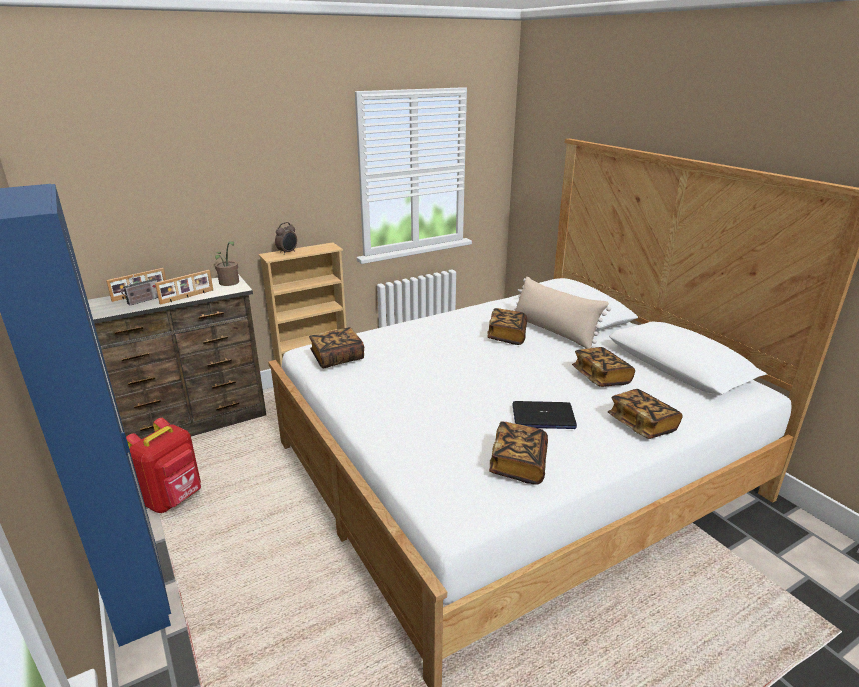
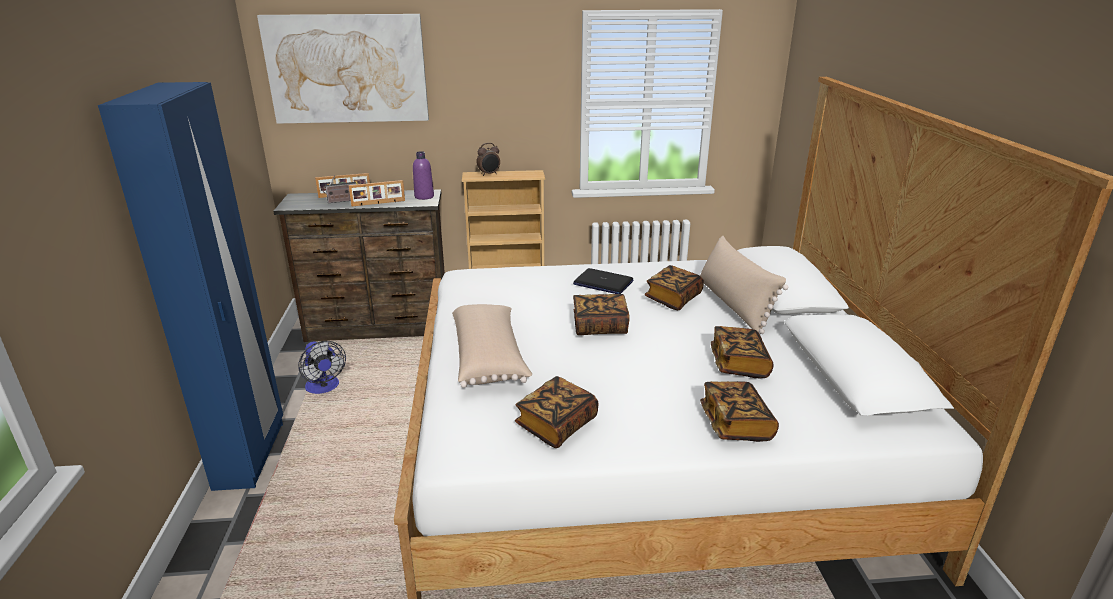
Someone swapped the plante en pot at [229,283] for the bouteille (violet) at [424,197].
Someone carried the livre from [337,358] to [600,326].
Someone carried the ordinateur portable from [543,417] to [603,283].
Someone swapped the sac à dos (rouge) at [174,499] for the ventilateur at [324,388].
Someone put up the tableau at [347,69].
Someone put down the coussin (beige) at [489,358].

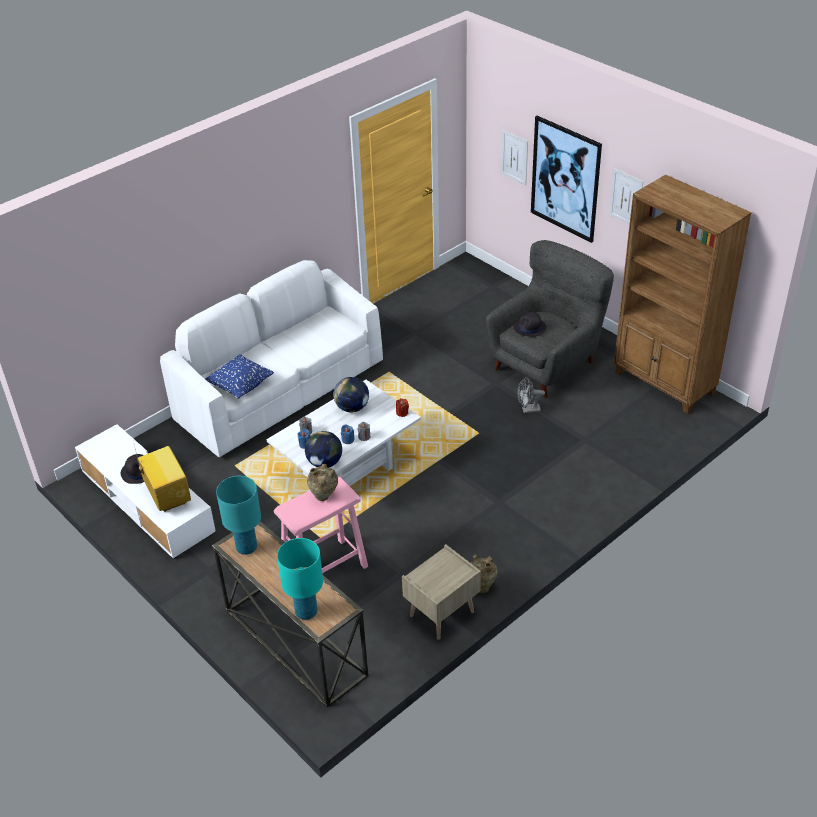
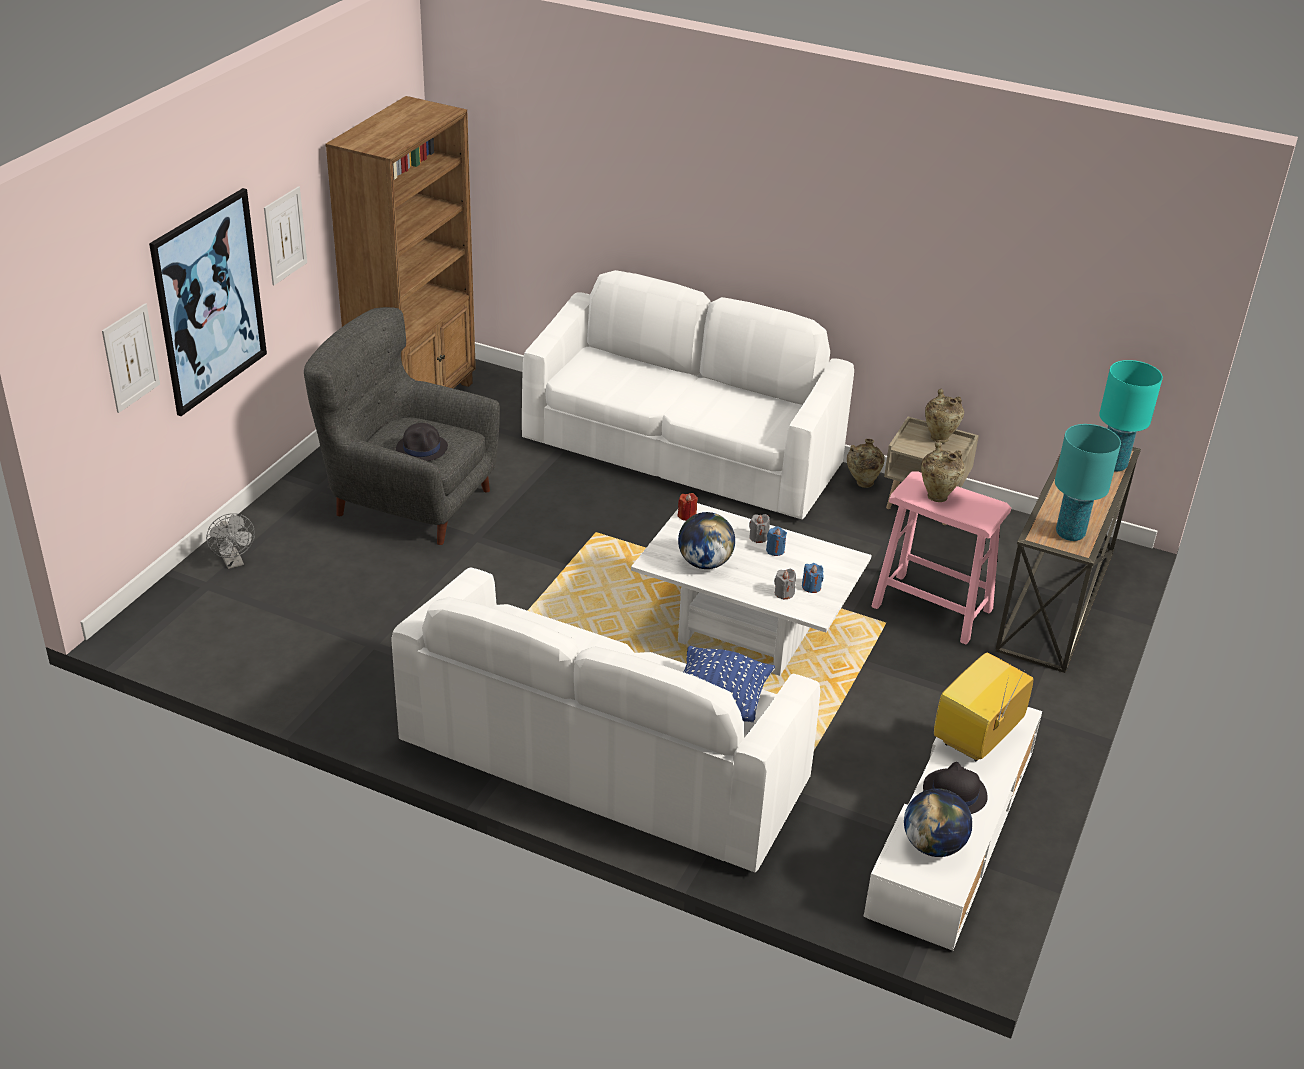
Someone carried the ventilateur (gris) from [528,410] to [234,562].
Someone carried the globe from [325,463] to [933,845].
Someone put down the canapé (blanc) at [681,454].
Someone put down the vase (beige) at [939,437].

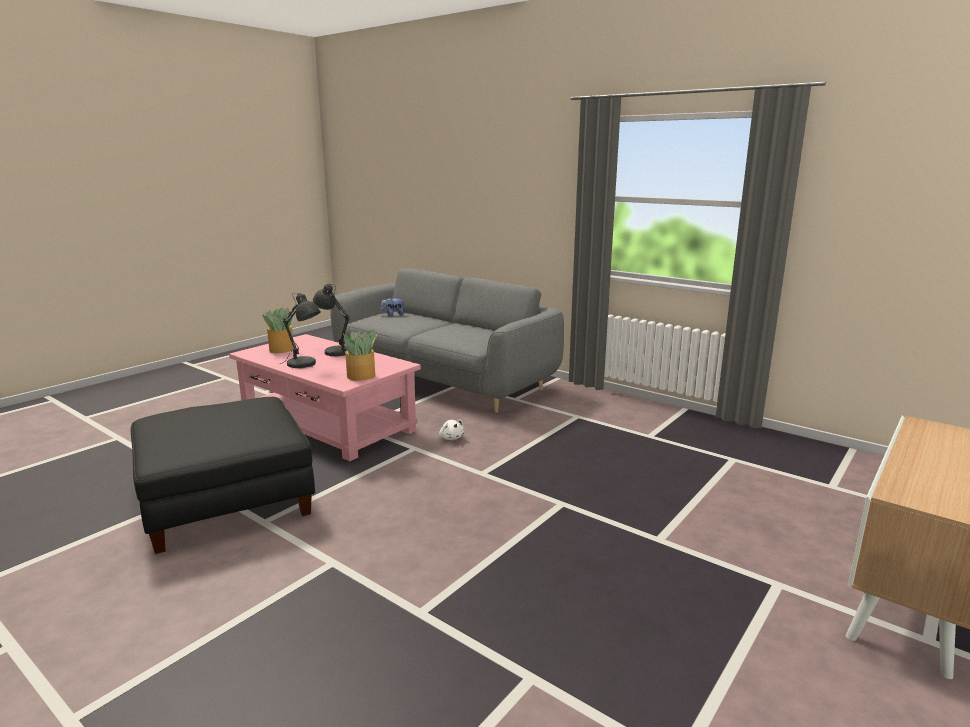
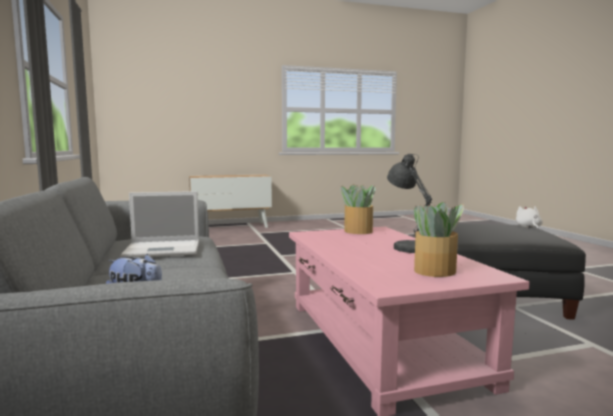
Someone took away the lampe de table (gris) at [336,351].
Someone carried the peluche (blanc) from [451,438] to [528,227].
Someone put down the ordinateur portable at [164,249].

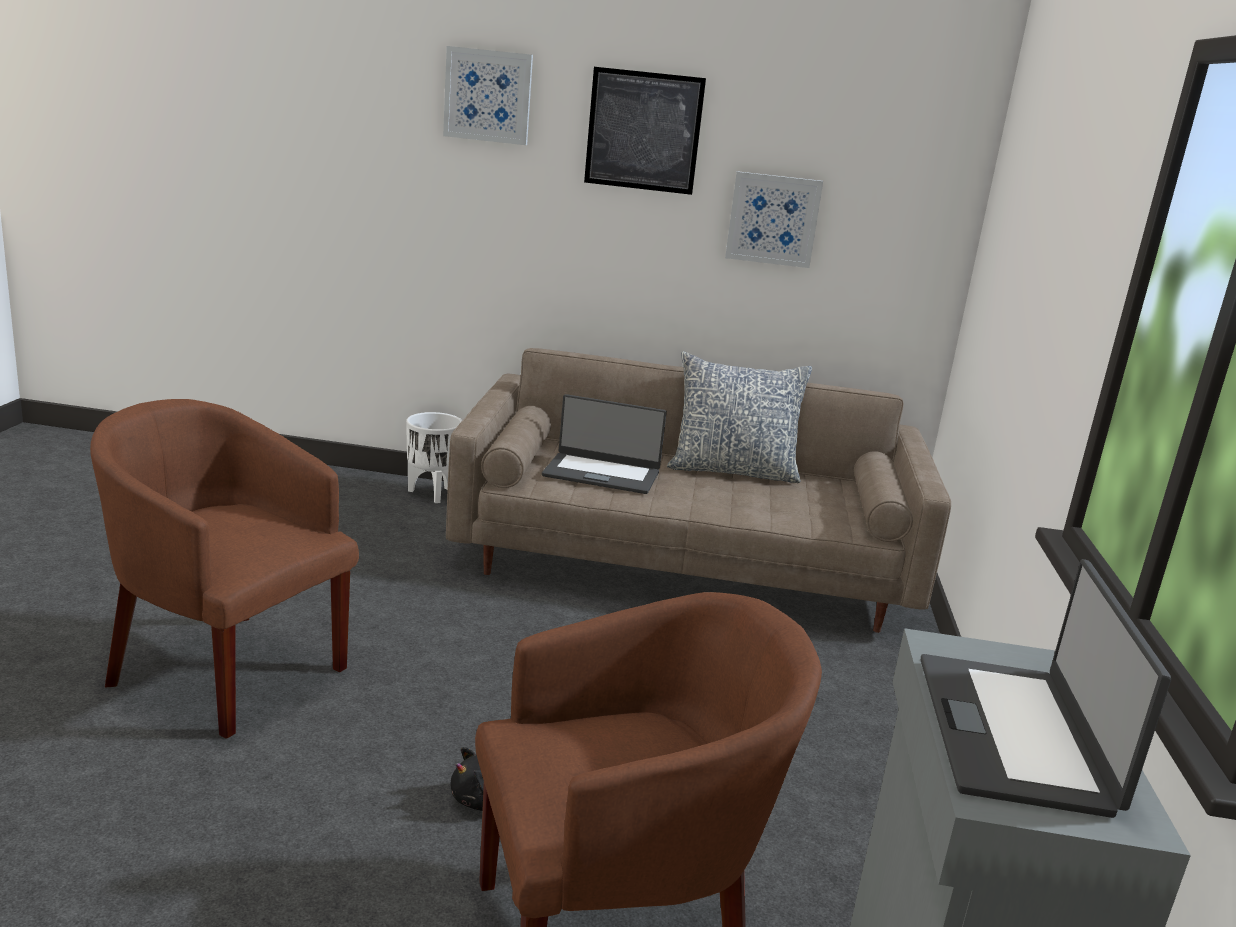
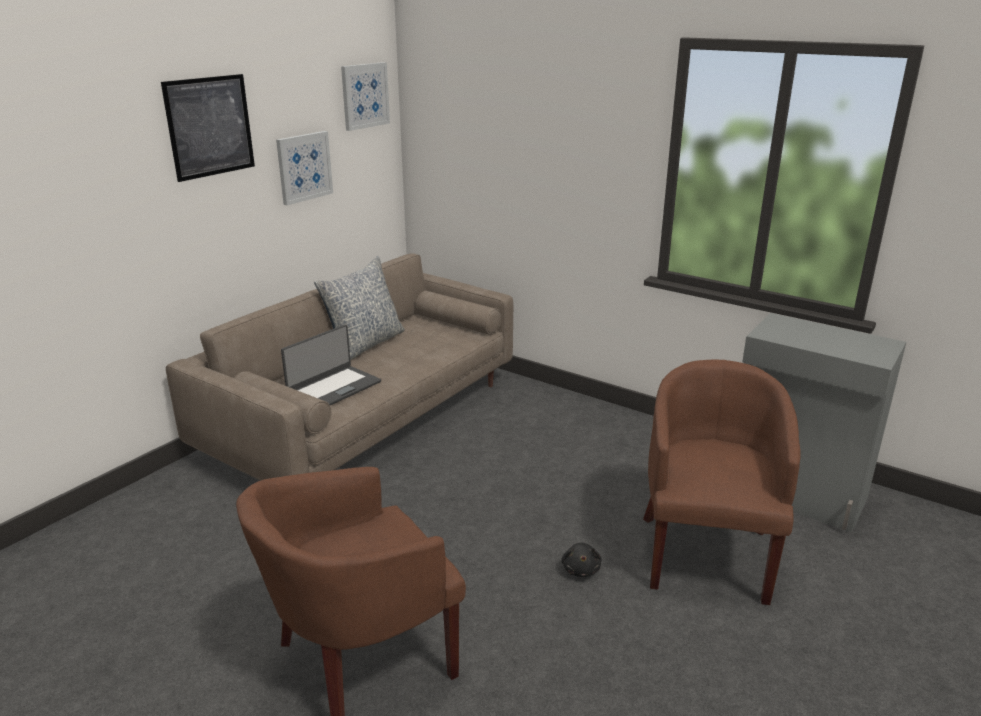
Someone carried the tableau from [488,96] to [364,95].
Someone took away the cache-pot (blanc) at [432,493].
Someone took away the ordinateur portable at [1015,733].

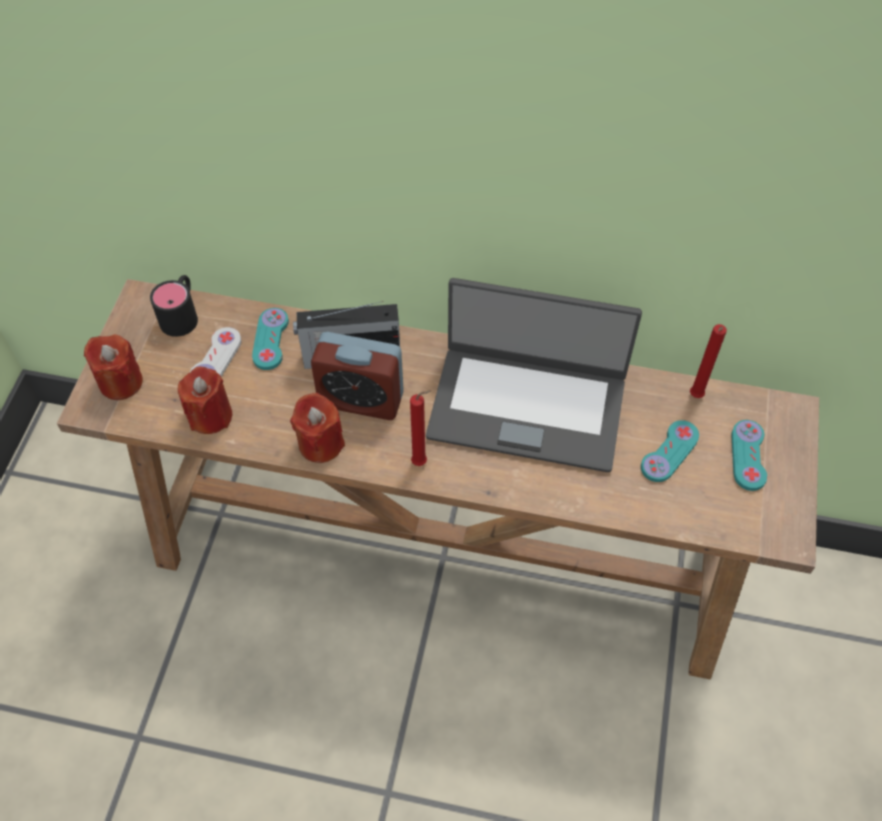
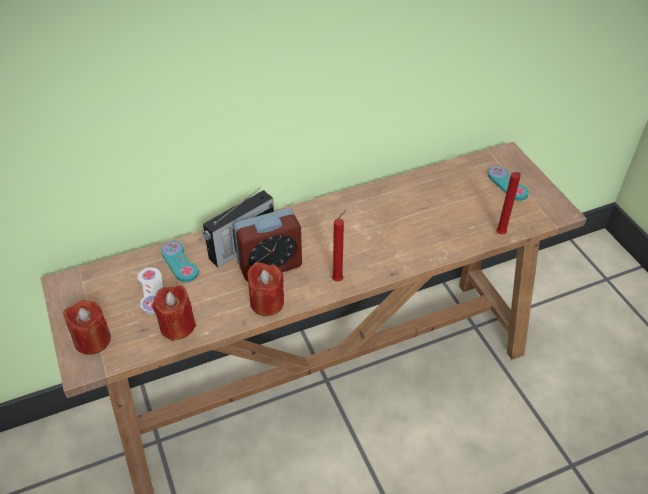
Someone took away the mug (noir) at [182,314].
Someone took away the ordinateur portable at [527,406].
Someone carried the bougie (rouge) from [695,397] to [501,235].
Someone took away the manette (turquoise) at [669,452].

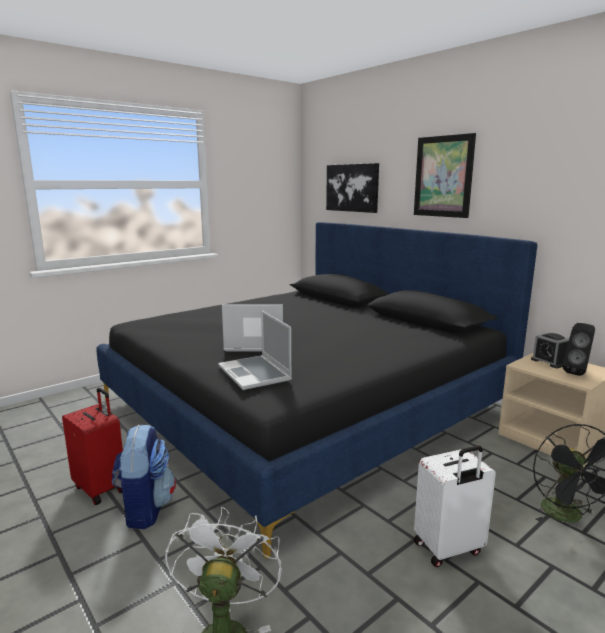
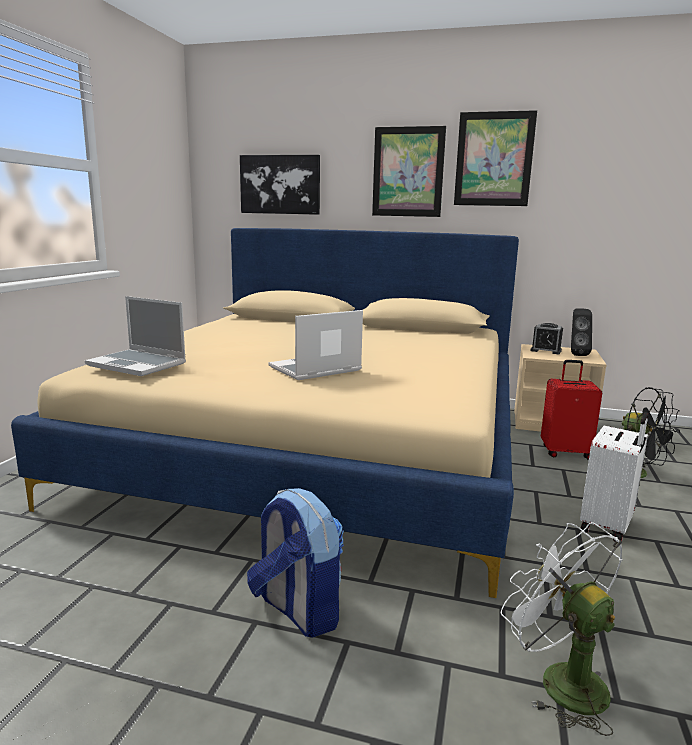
Someone repainted the lit (noir) at [305,406], which became the lit (beige) at [319,448].
Someone carried the ordinateur portable from [255,374] to [138,364].
Someone carried the valise (rouge) from [101,488] to [565,452].
Someone put up the tableau at [494,159].

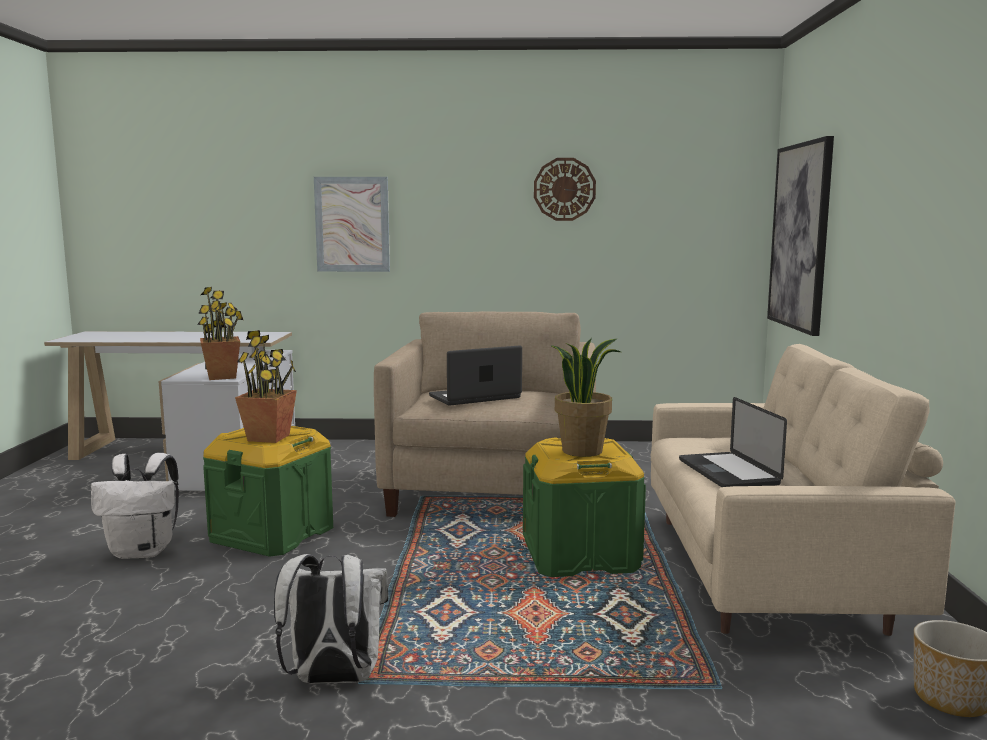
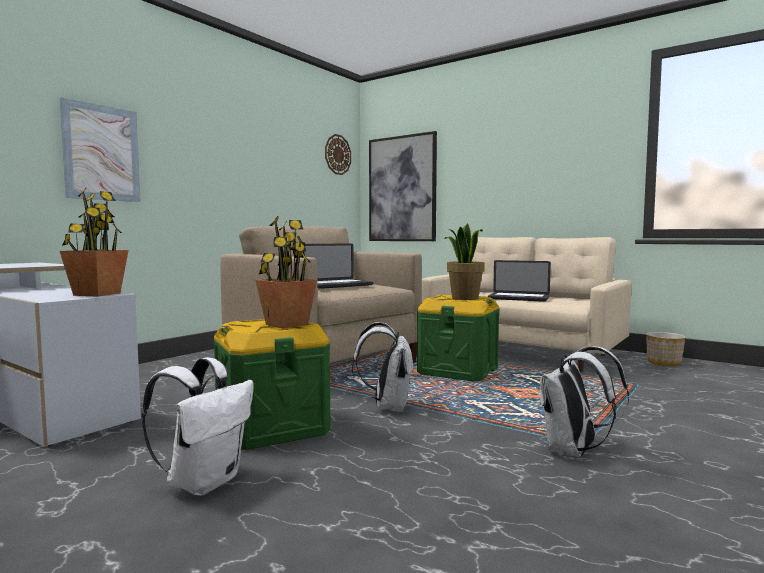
Someone carried the horloge murale from [564,189] to [337,154].
Someone rotated the ordinateur portable at [475,397] by 135 degrees counterclockwise.
Someone put down the sac à dos (blanc) at [387,407].

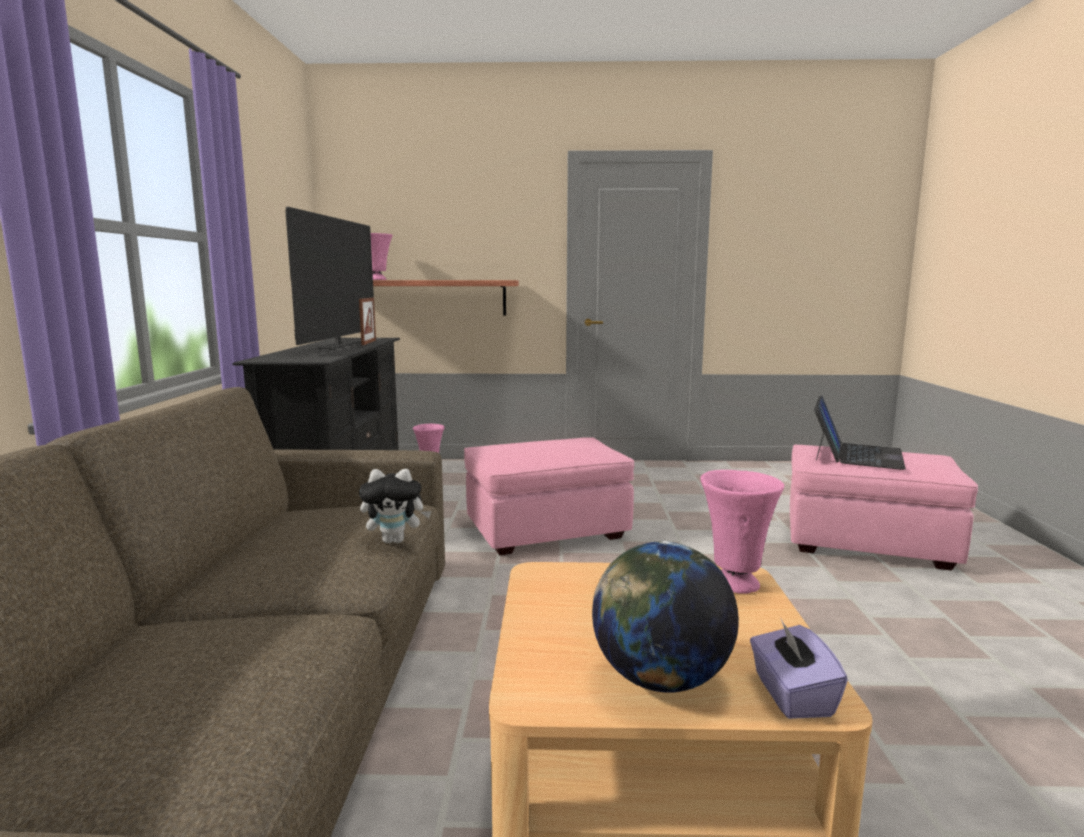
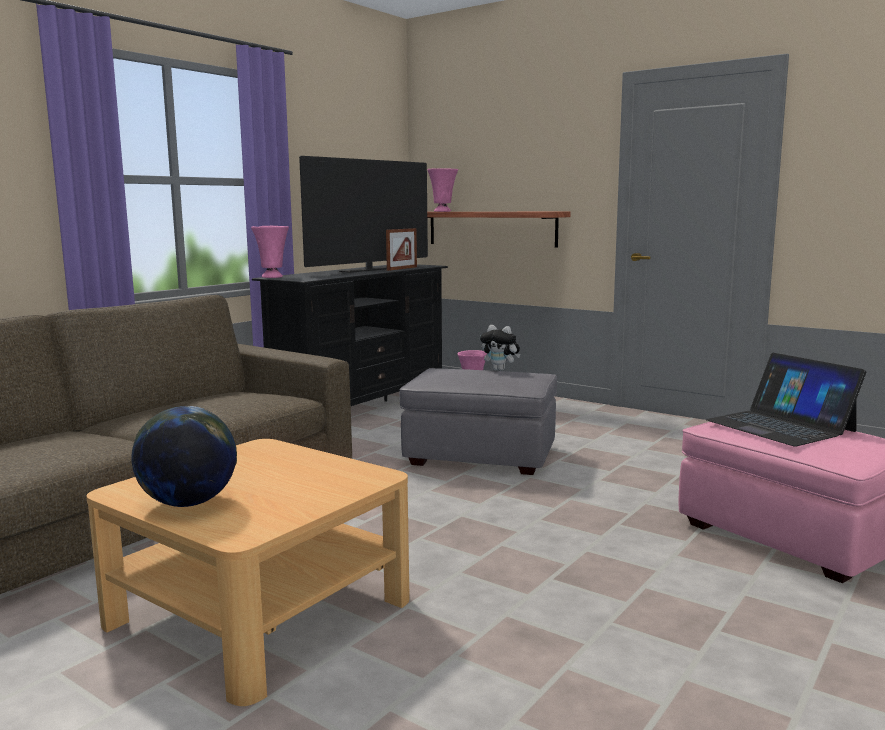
Someone rotated the ordinateur portable at [856,454] by 90 degrees clockwise.
Someone repainted the pouf (rose) at [546,530], which became the pouf (gris) at [480,456].
Someone carried the peluche from [395,540] to [500,370].
Someone carried the vase (rose) from [734,583] to [272,277].
Someone took away the boîte à mouchoirs (violet) at [791,695].

